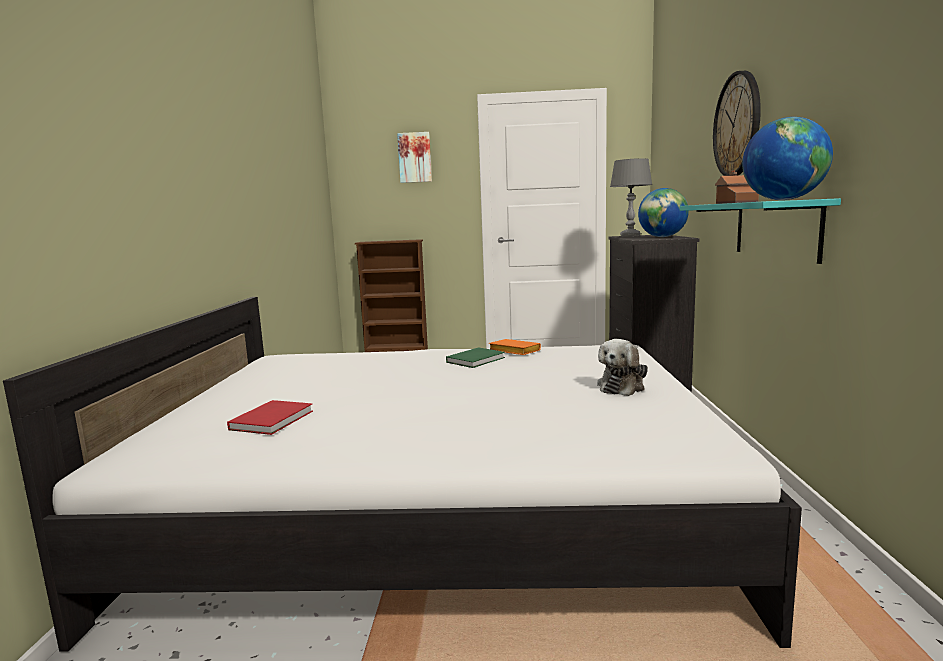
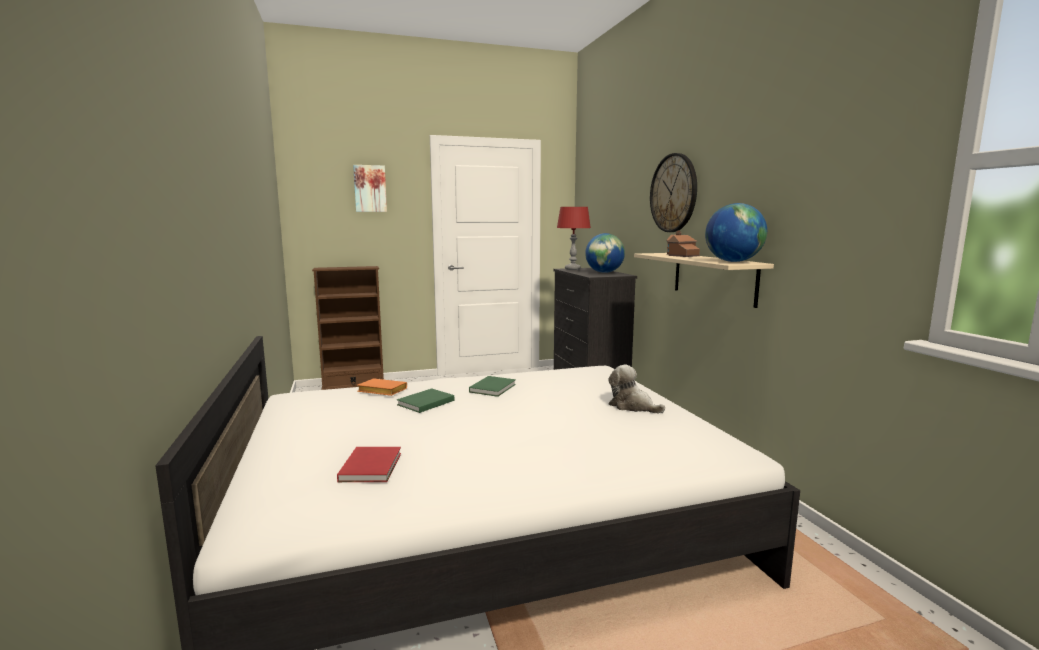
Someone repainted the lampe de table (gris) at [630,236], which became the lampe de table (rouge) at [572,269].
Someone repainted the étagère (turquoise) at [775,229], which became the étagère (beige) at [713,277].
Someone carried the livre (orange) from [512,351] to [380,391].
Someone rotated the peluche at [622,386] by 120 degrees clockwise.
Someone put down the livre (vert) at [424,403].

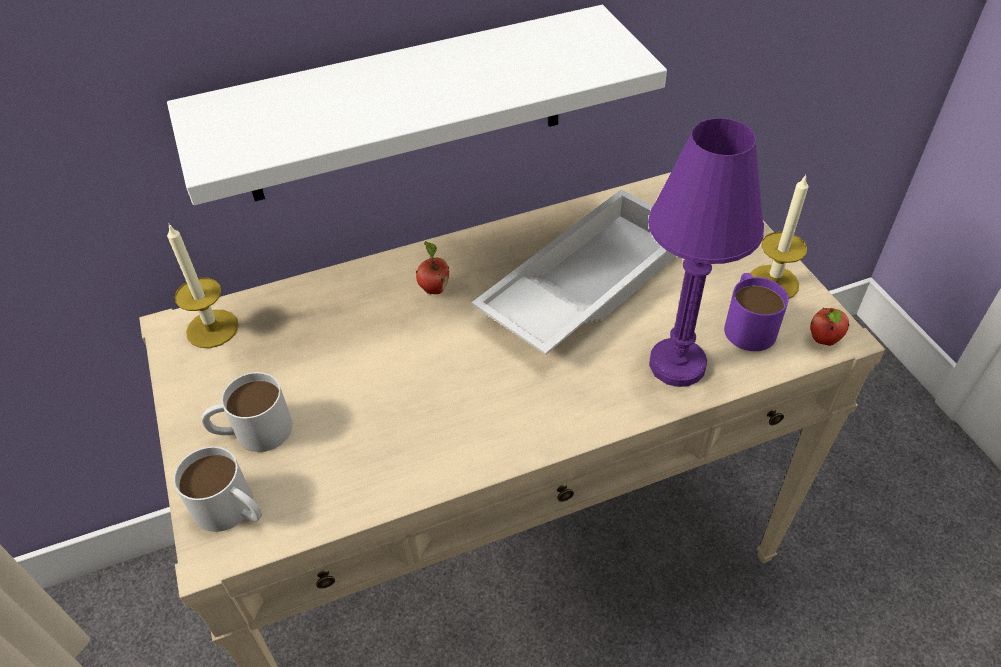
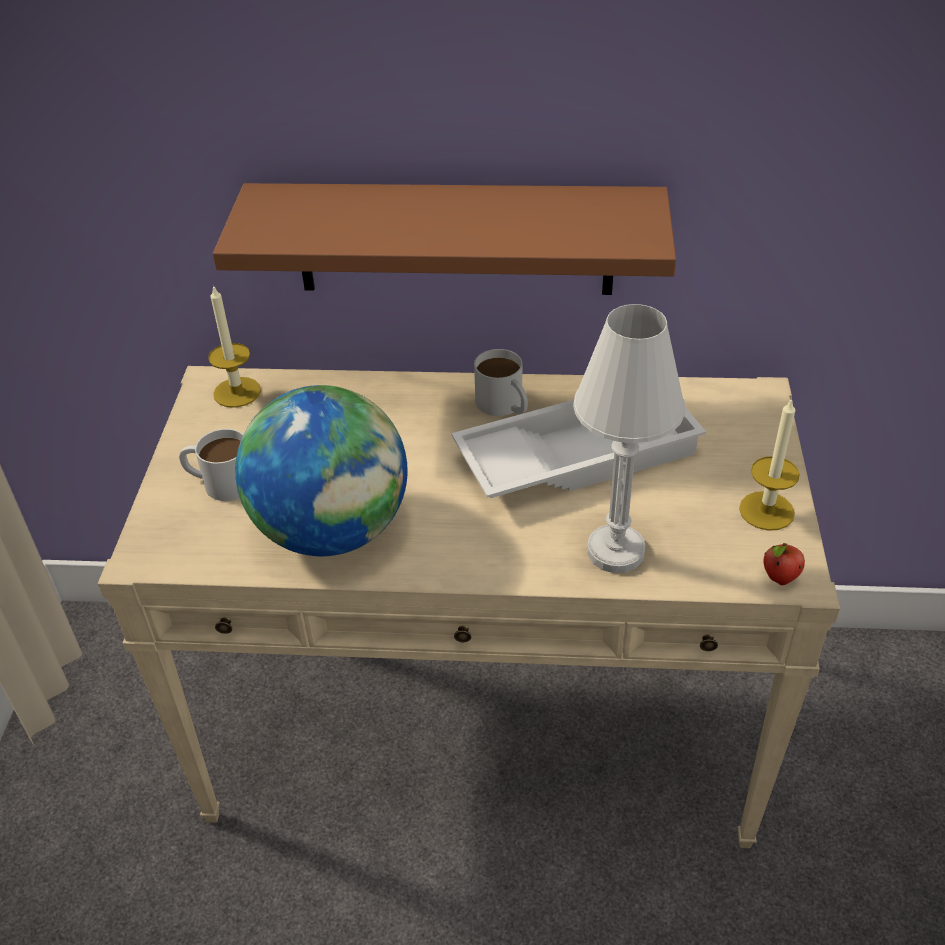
Someone repainted the étagère (blanc) at [405,107], which became the étagère (marron) at [454,239].
Someone repainted the lampe de table (violet) at [677,365], which became the lampe de table (blanc) at [615,551].
Someone took away the pomme at [433,288].
Someone took away the mug (violet) at [747,323].
Someone carried the mug (blanc) from [232,510] to [504,406].
Someone put down the globe at [332,530].

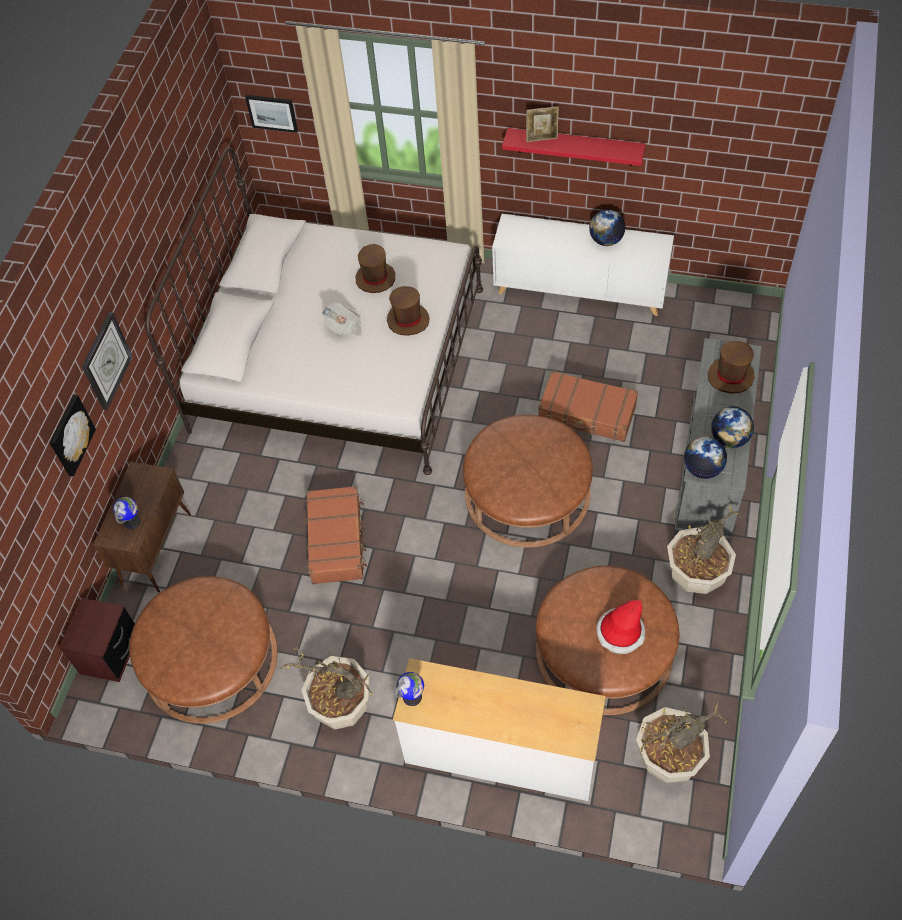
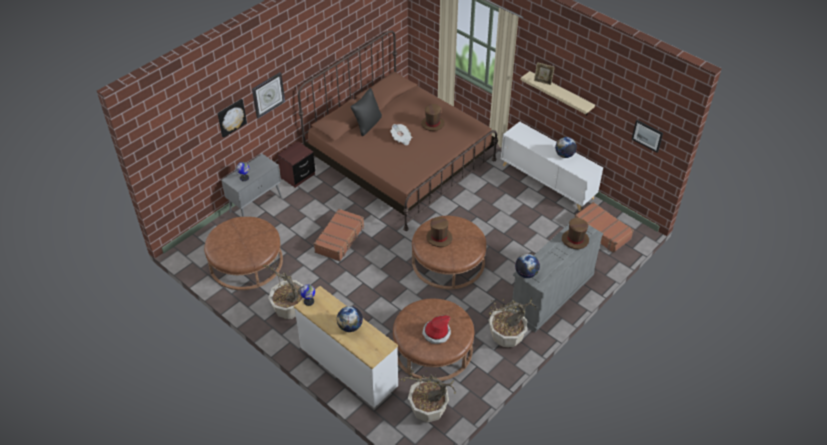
Someone carried the tableau from [272,112] to [647,135].
Someone repainted the étagère (rouge) at [575,147], which became the étagère (beige) at [560,94].
Someone repainted the lit (blanc) at [338,359], which became the lit (marron) at [400,161].
Someone carried the chapeau (marron) from [408,320] to [439,238].
Someone carried the valise (marron) from [587,413] to [601,232].
Someone carried the globe from [729,439] to [350,327].
Someone repainted the meuble de rangement (marron) at [157,548], which became the meuble de rangement (gris) at [256,204].
Someone carried the table de chevet (marron) from [110,653] to [298,176].
Someone put down the coussin (noir) at [367,125].

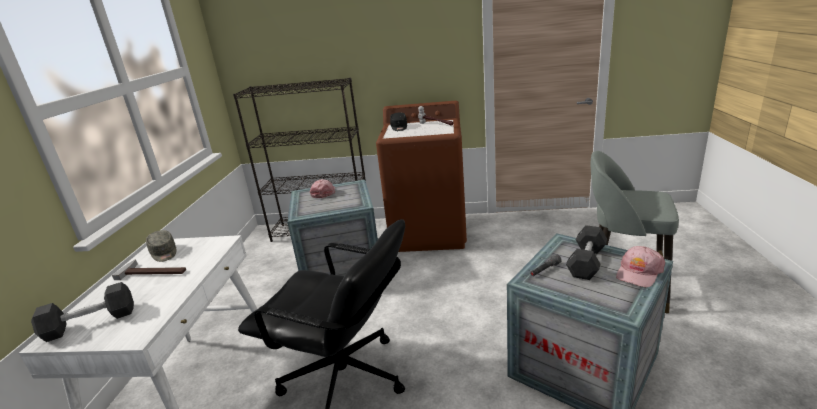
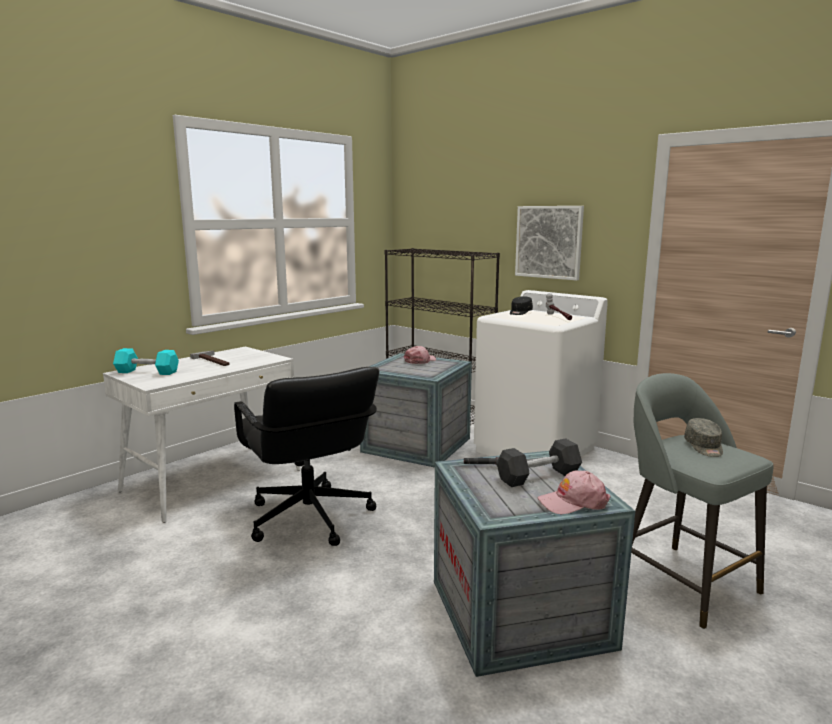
Someone repainted the lave-linge (marron) at [429,232], which became the lave-linge (blanc) at [535,450].
Someone carried the casquette (gris) from [164,253] to [704,447].
Someone repainted the haltère (noir) at [90,323], which became the haltère (turquoise) at [147,372].
Someone put up the tableau at [549,242].

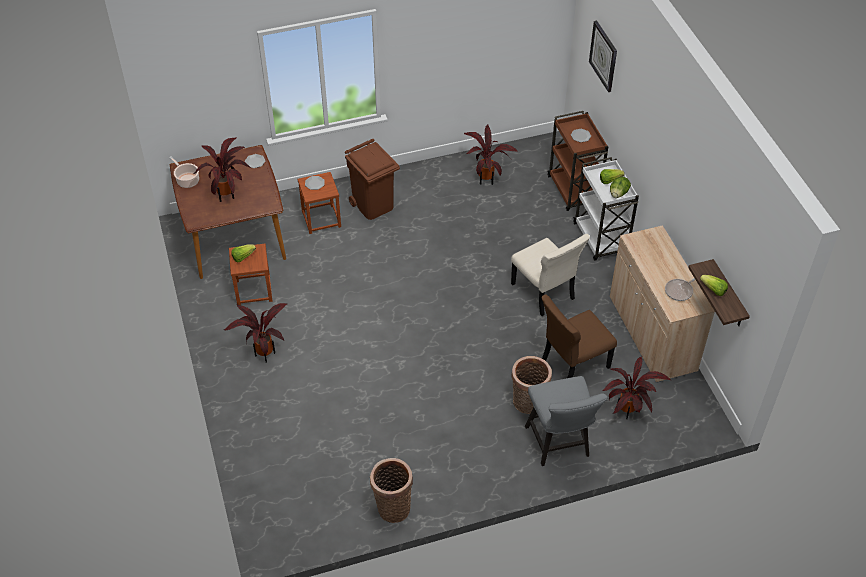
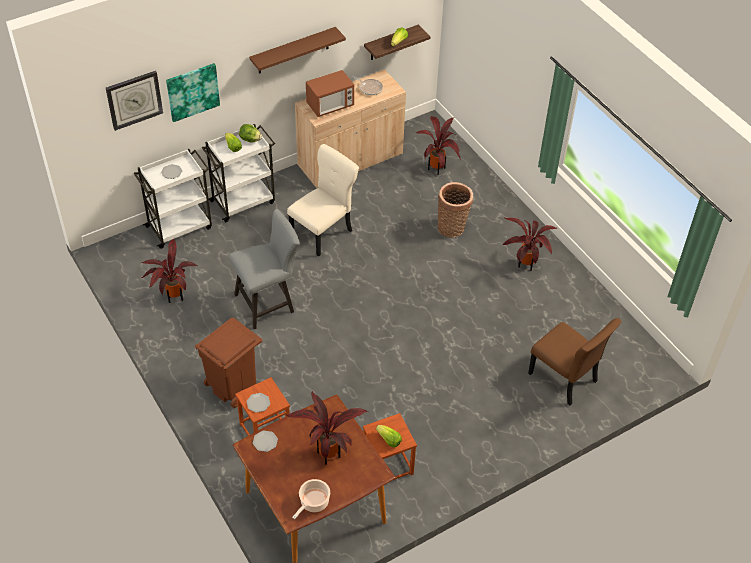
Someone repainted the chariot (marron) at [574,191], which became the chariot (blanc) at [180,227].
Someone carried the chaise (marron) from [572,364] to [564,379].
Someone carried the plante en pot from [264,352] to [524,265].
Someone carried the chaise (gris) from [559,445] to [268,302].
Someone took away the panier at [392,506].
Someone put up the étagère (marron) at [293,51].
Someone put up the tableau at [192,91].
Someone put down the micro-ondes at [330,105].

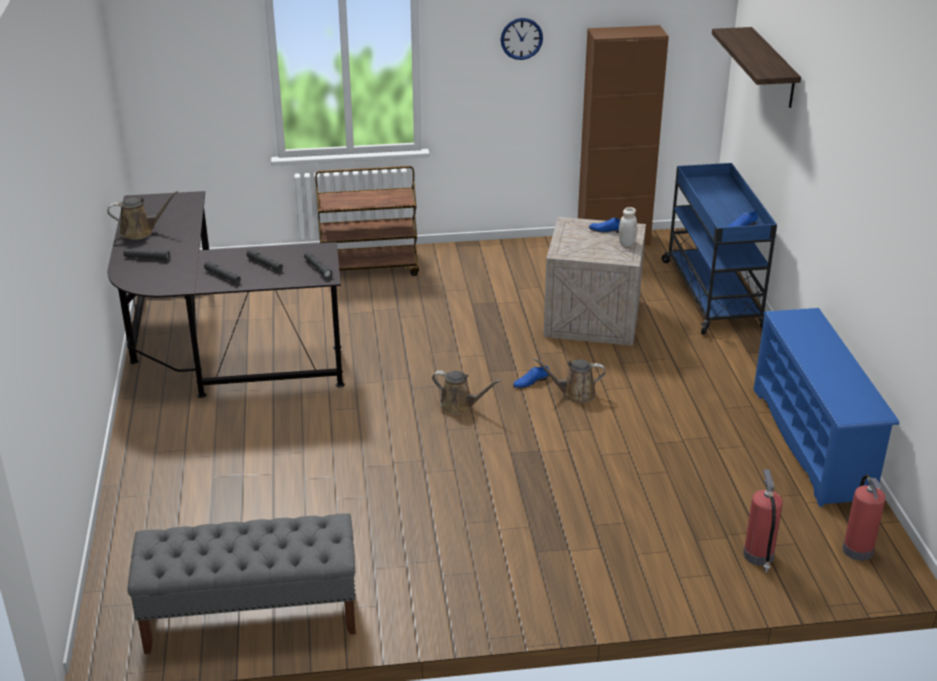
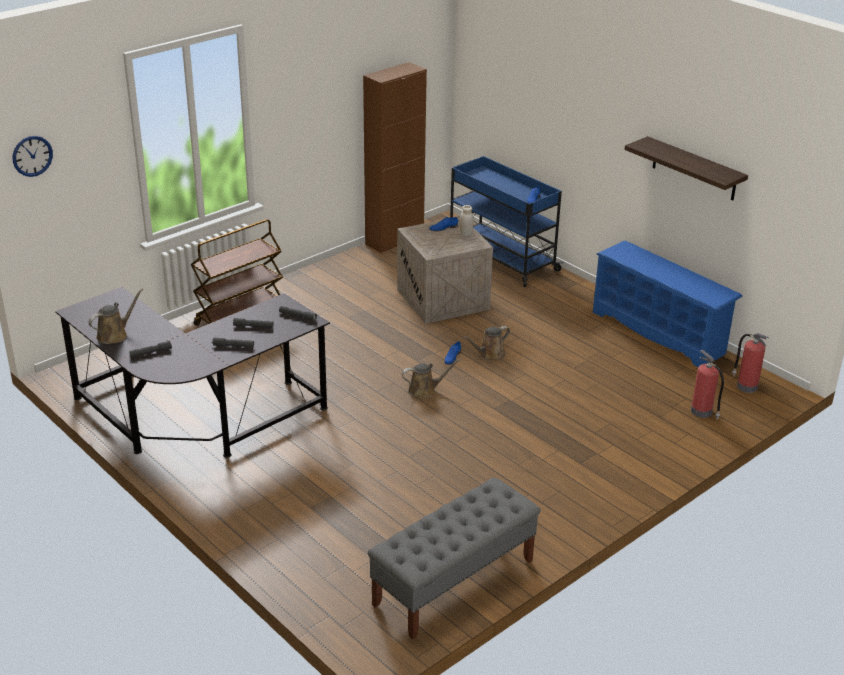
Someone carried the horloge murale from [521,38] to [32,156].
Someone carried the étagère from [773,68] to [694,169].

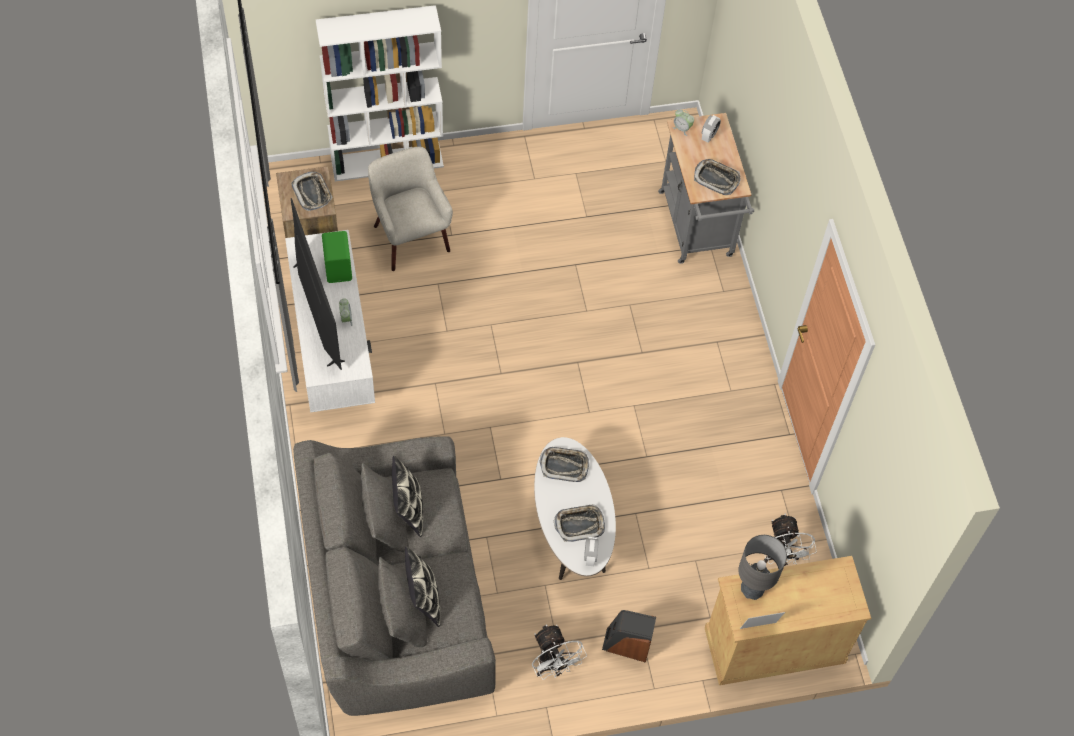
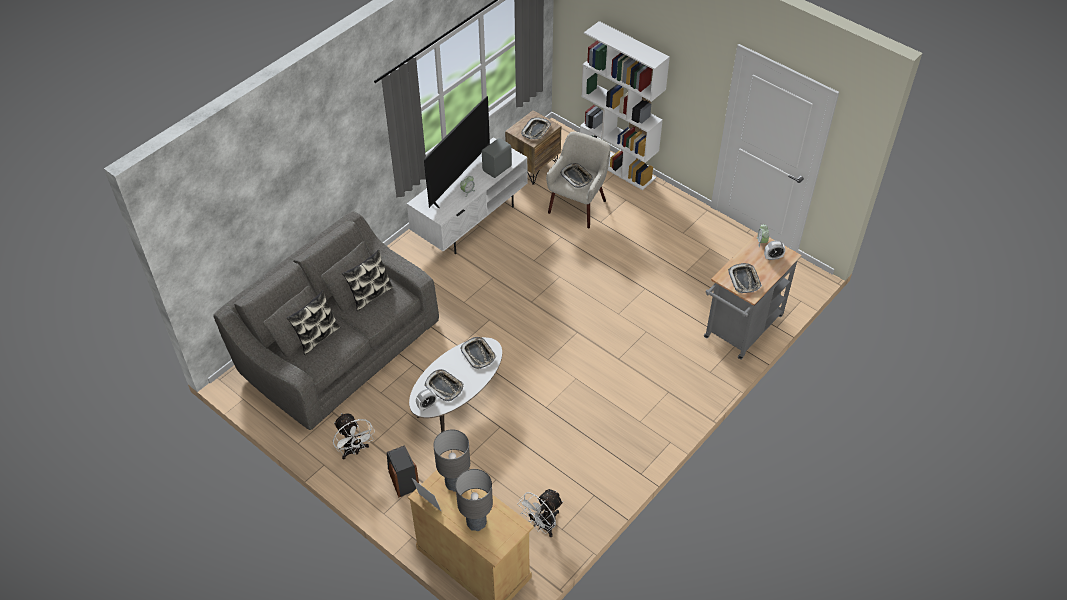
Someone repainted the enceinte (vert) at [339,267], which became the enceinte (gris) at [498,168].
Someone rotated the ventilateur (blanc) at [553,666] by 60 degrees counterclockwise.
Someone put down the plateau at [576,177].
Someone put down the lampe de table (gris) at [476,522].

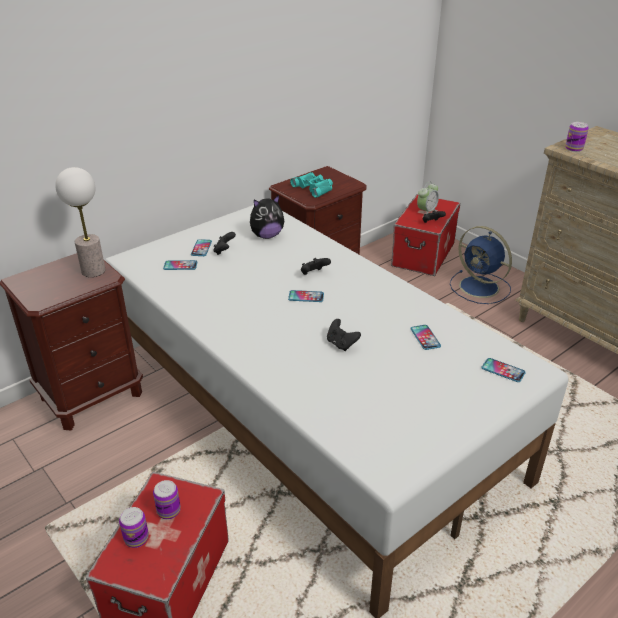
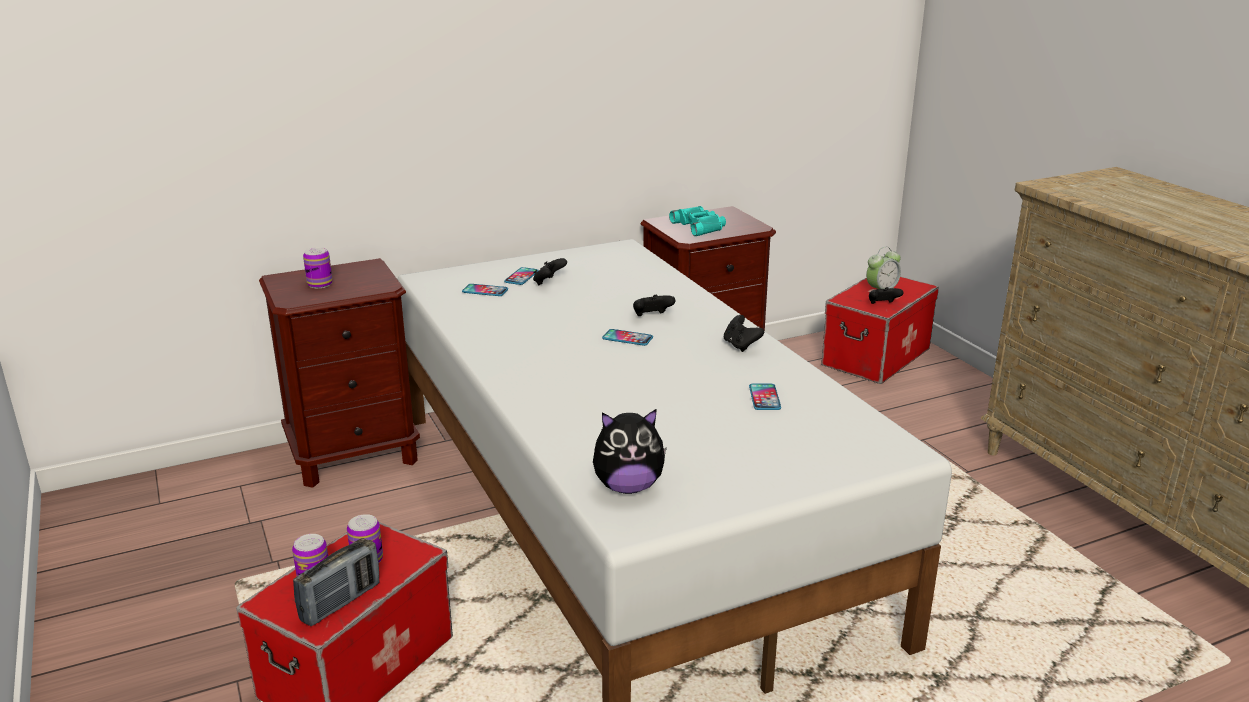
Someone carried the boîte métallique from [574,148] to [320,284].
Someone took away the lampe de table at [93,271].
Someone carried the peluche from [267,235] to [628,487].
Someone took away the ventilateur (bleu) at [480,288].
Someone carried the manette (noir) from [341,344] to [741,346].
Someone took away the téléphone at [503,370].
Someone put down the radio at [341,602].

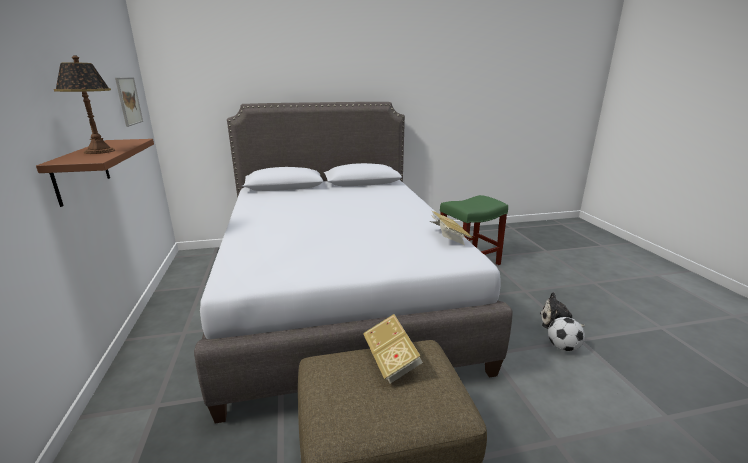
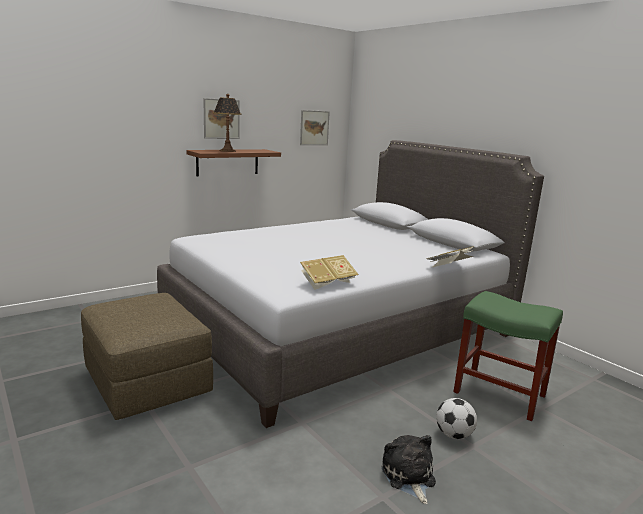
Someone carried the livre from [391,360] to [449,266].
Someone carried the ballon de foot from [563,347] to [453,435].
Someone put up the tableau at [221,119].

